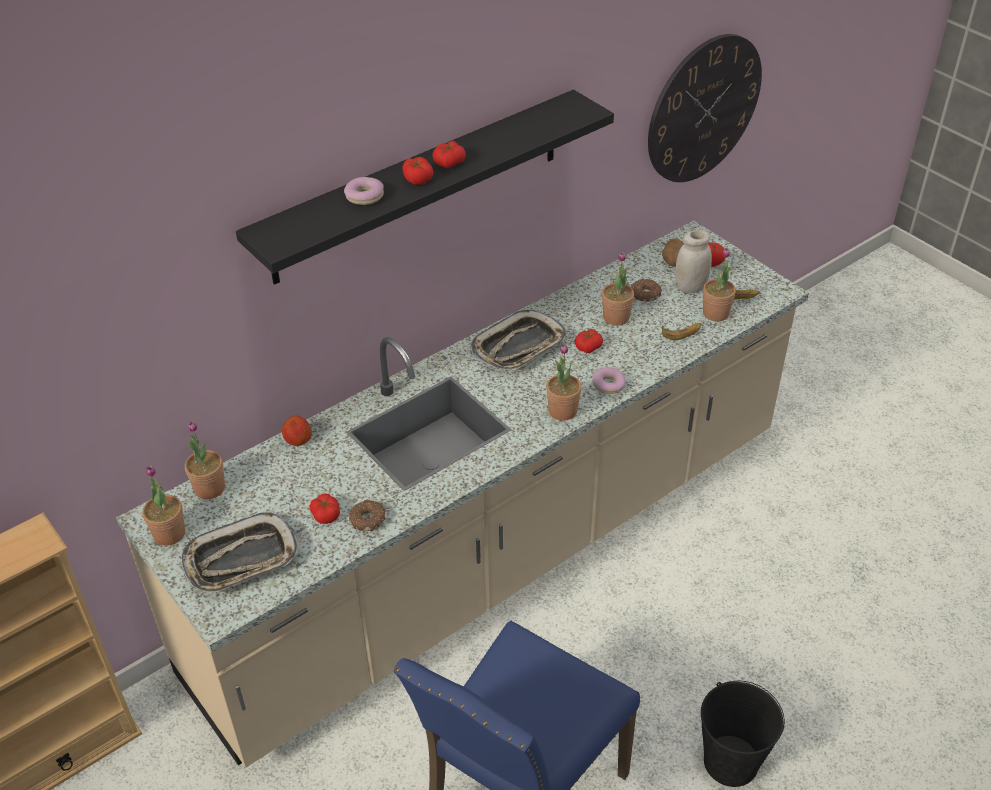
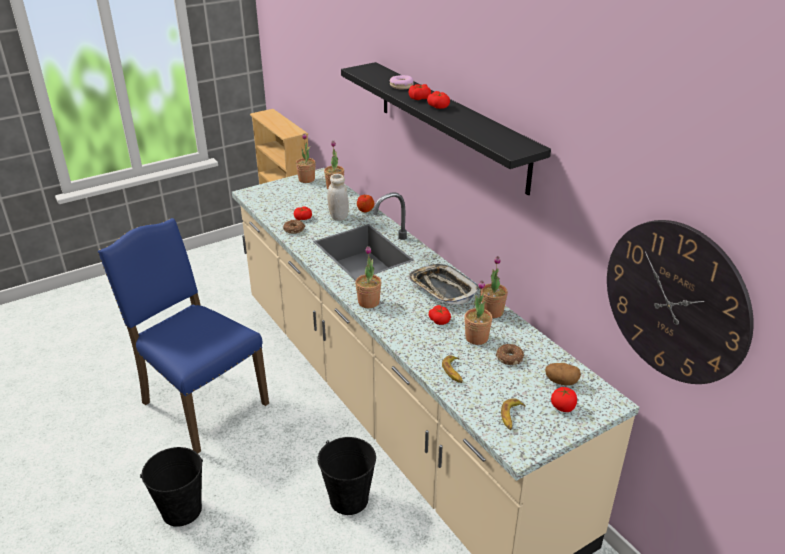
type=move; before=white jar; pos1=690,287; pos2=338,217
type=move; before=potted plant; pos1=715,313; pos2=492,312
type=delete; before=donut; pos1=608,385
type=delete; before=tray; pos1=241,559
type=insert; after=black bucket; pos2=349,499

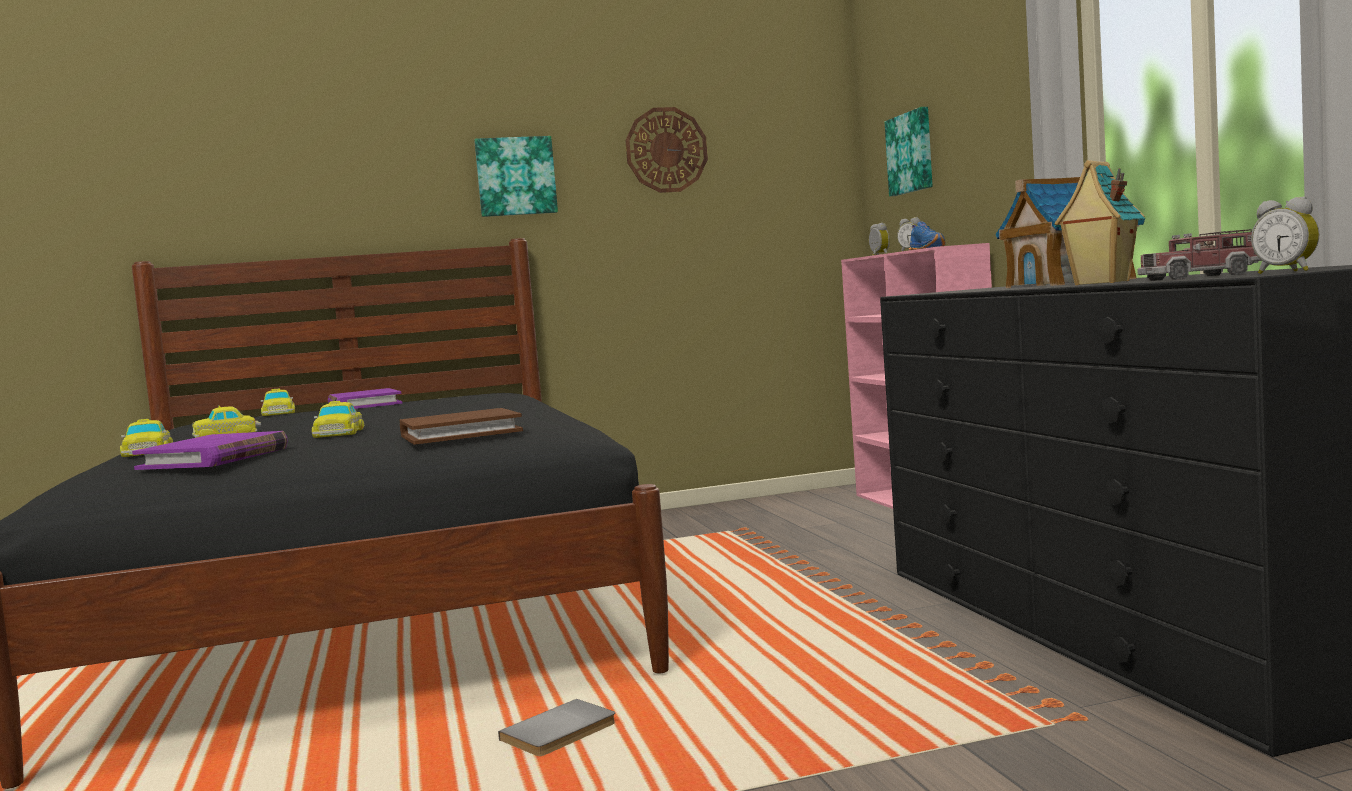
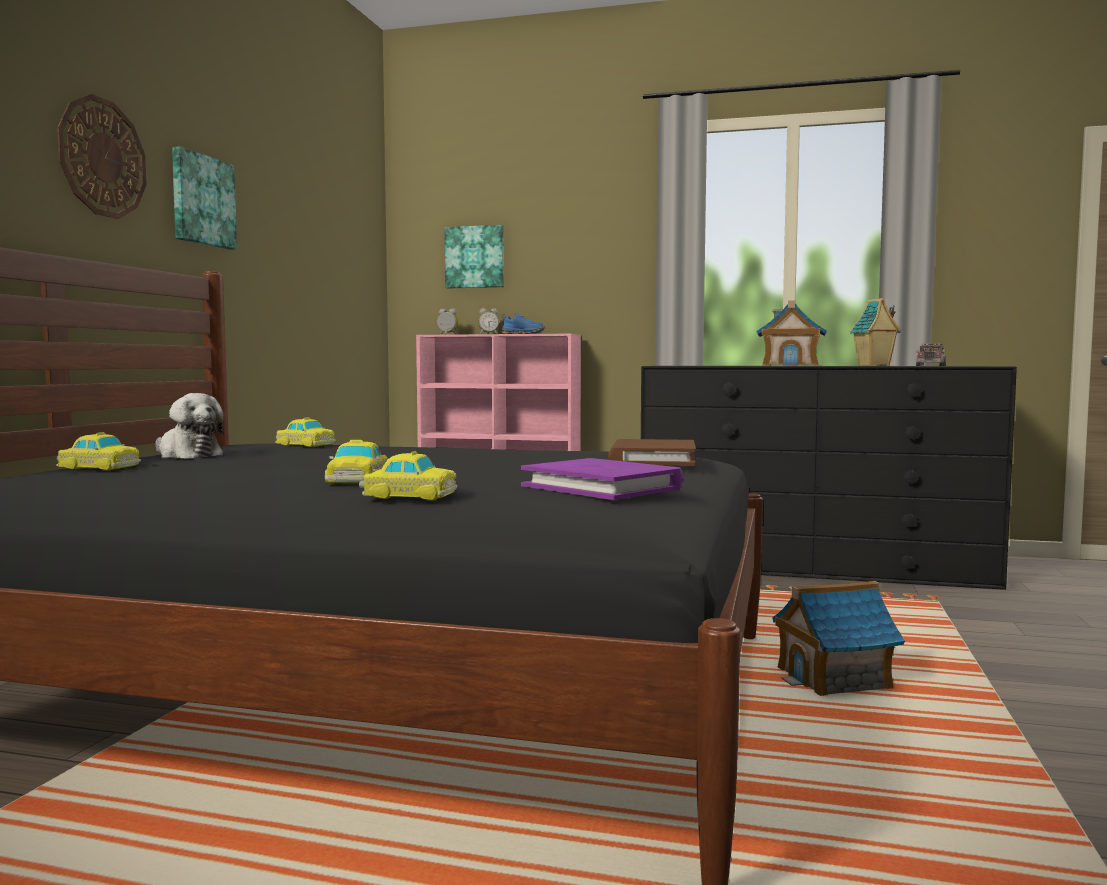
type=move; before=wall clock; pos1=666,150; pos2=102,157
type=delete; before=alarm clock; pos1=1287,272
type=replace; before=purple book; after=plush toy; pos1=364,405; pos2=187,455
type=move; before=toy car; pos1=339,433; pos2=304,444
type=replace; before=grey book; after=toy house; pos1=561,734; pos2=834,678

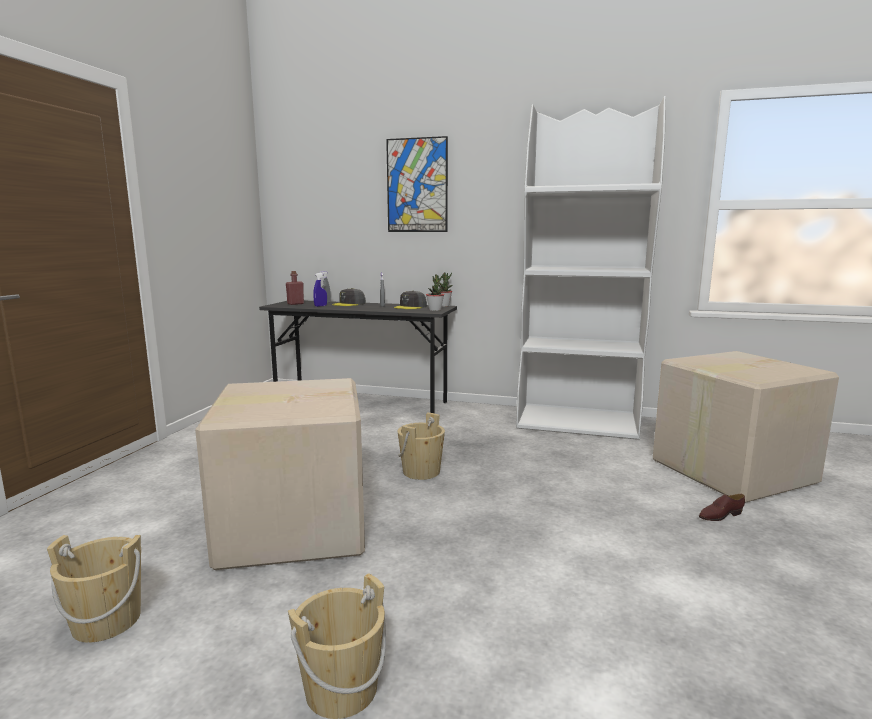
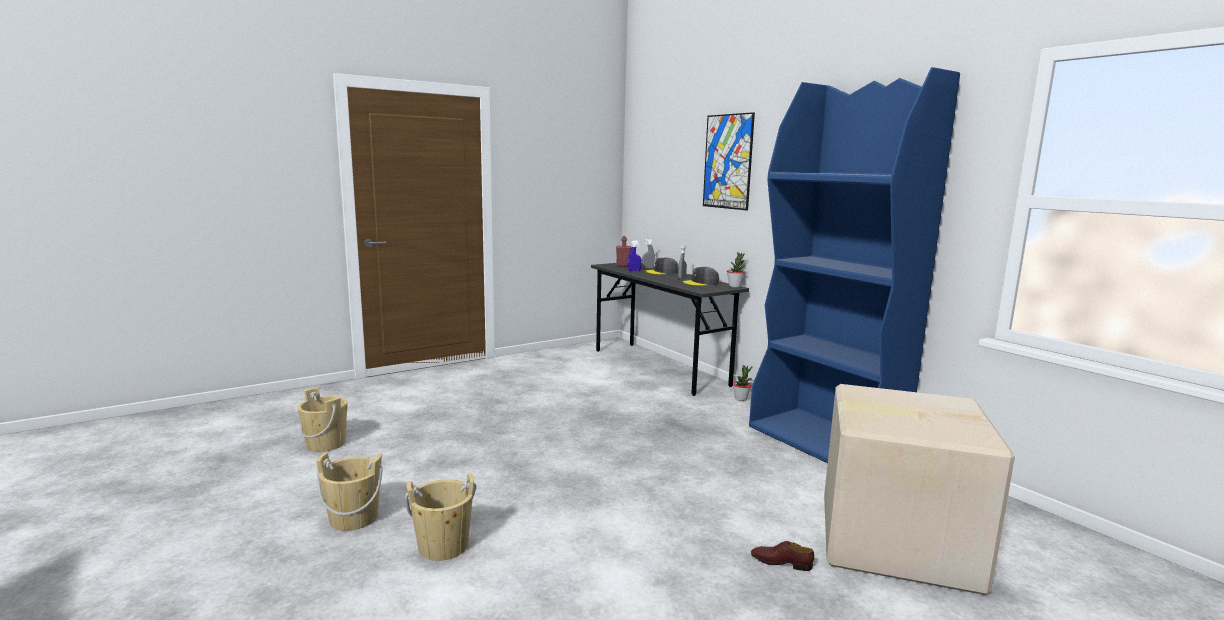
type=recolor; before=white bookcase; after=blue bookcase; pos1=578,422; pos2=826,441
type=move; before=potted plant; pos1=435,310; pos2=741,399
type=delete; before=cardboard box; pos1=292,525
type=move; before=beige bucket; pos1=421,471; pos2=443,546

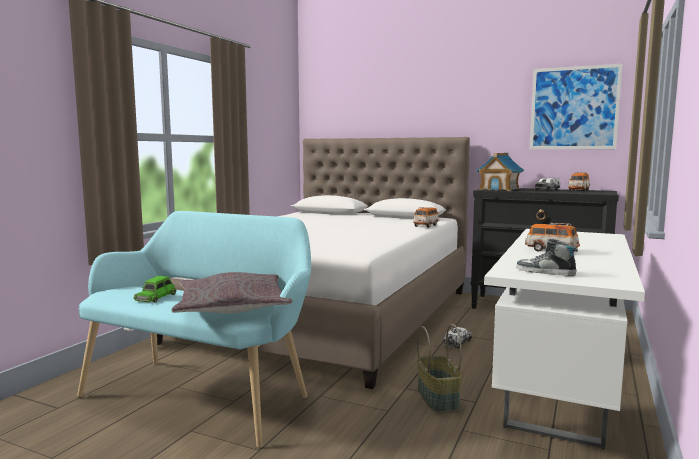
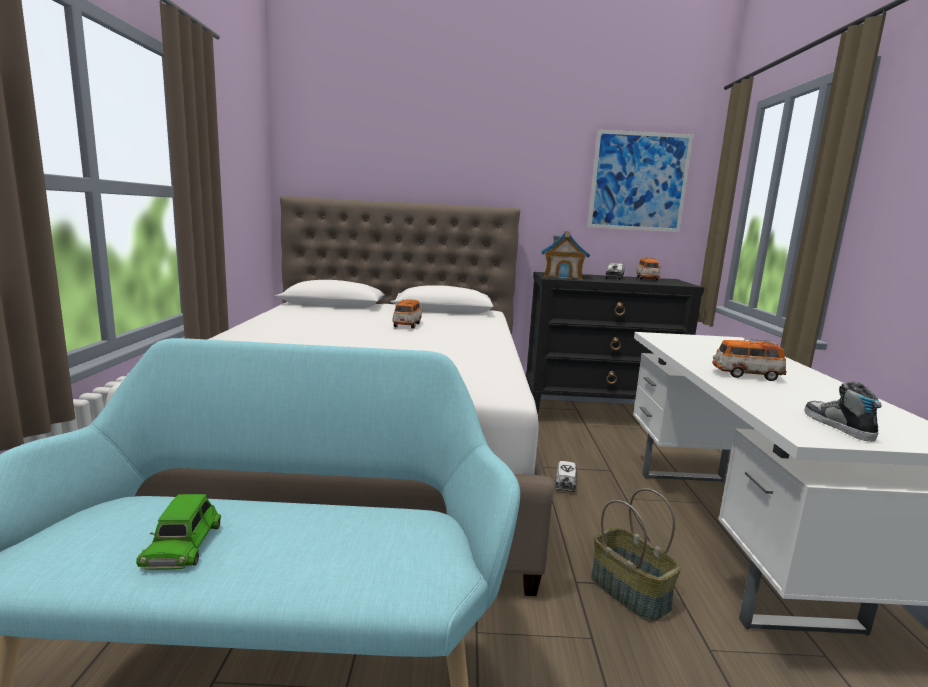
type=move; before=toy car; pos1=426,225; pos2=407,325
type=rotate; before=shoe; pos1=545,272; pos2=837,426; turn=75
type=delete; before=grey pillow; pos1=232,307

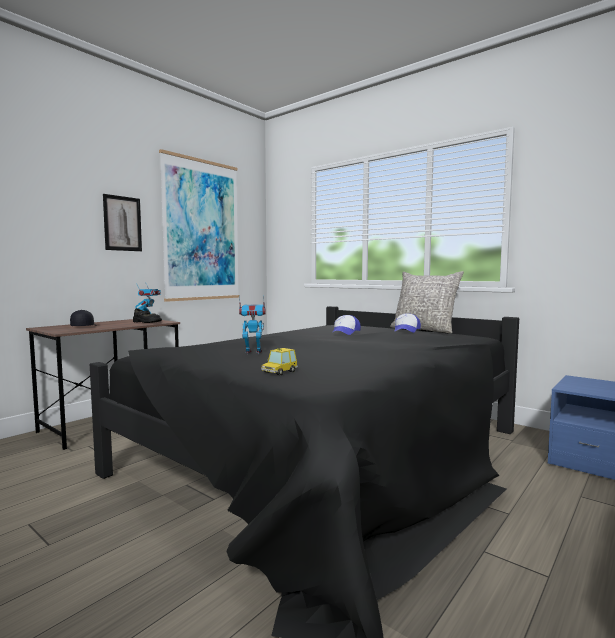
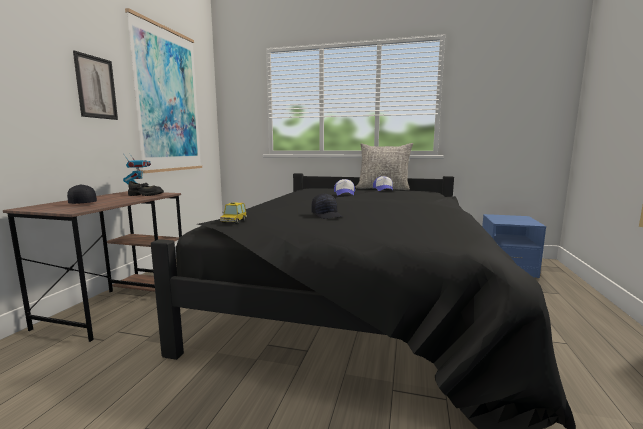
type=replace; before=toy robot; after=black cap; pos1=253,353; pos2=327,215
type=move; before=toy car; pos1=279,372; pos2=233,221

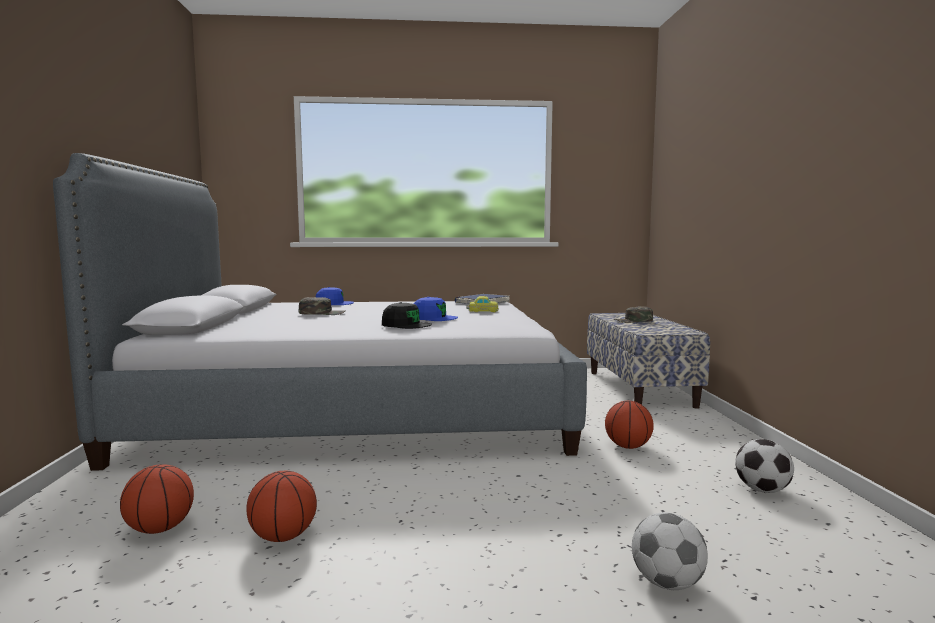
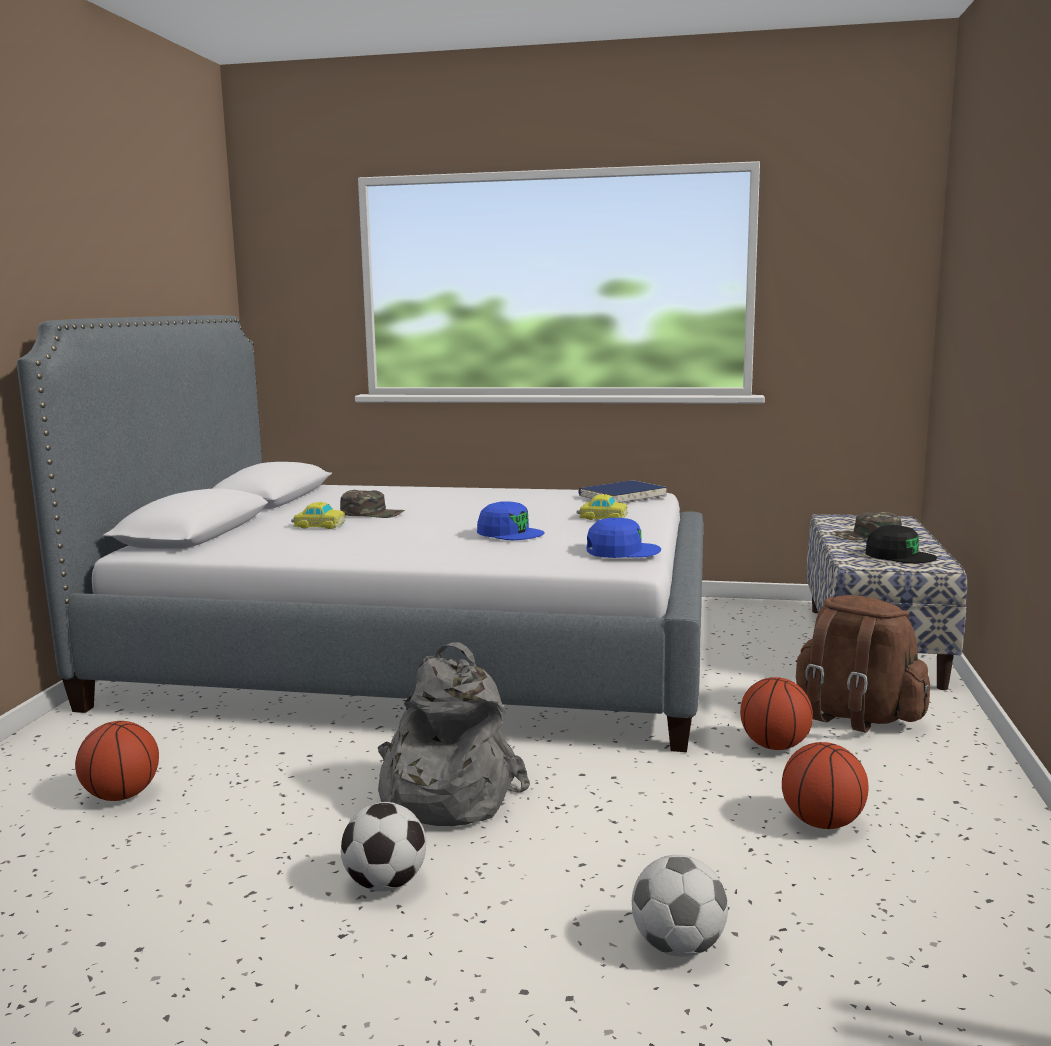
type=move; before=blue cap; pos1=333,303; pos2=621,550
type=move; before=black cap; pos1=406,325; pos2=899,555
type=move; before=football; pos1=762,490; pos2=385,884
type=move; before=basketball; pos1=283,537; pos2=822,823
type=insert; after=toy car; pos2=318,525
type=insert; after=brown backpack; pos2=856,717
type=insert; after=grey backpack; pos2=444,794

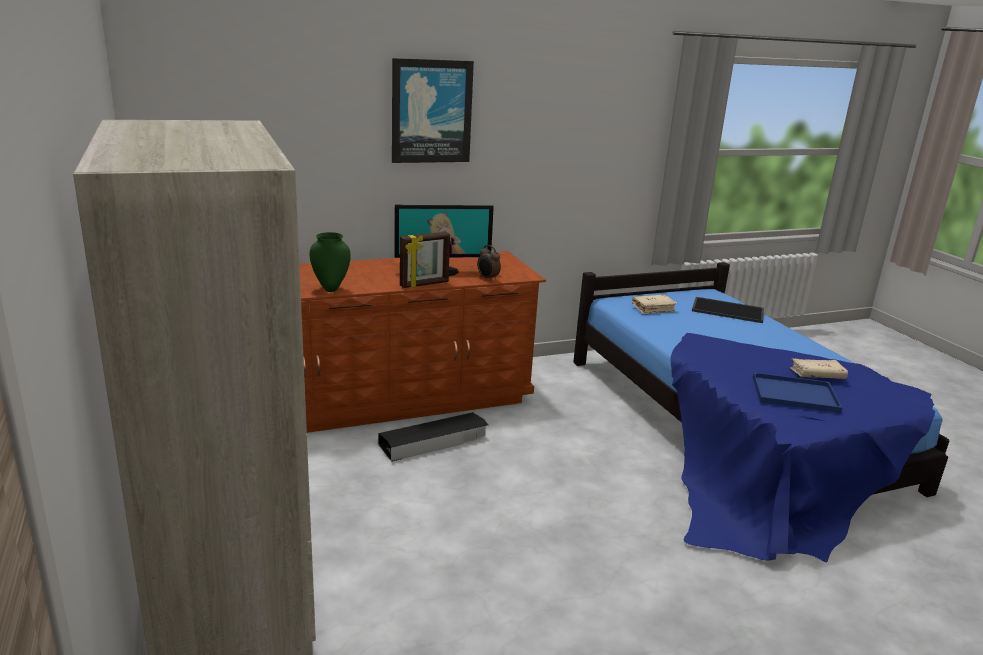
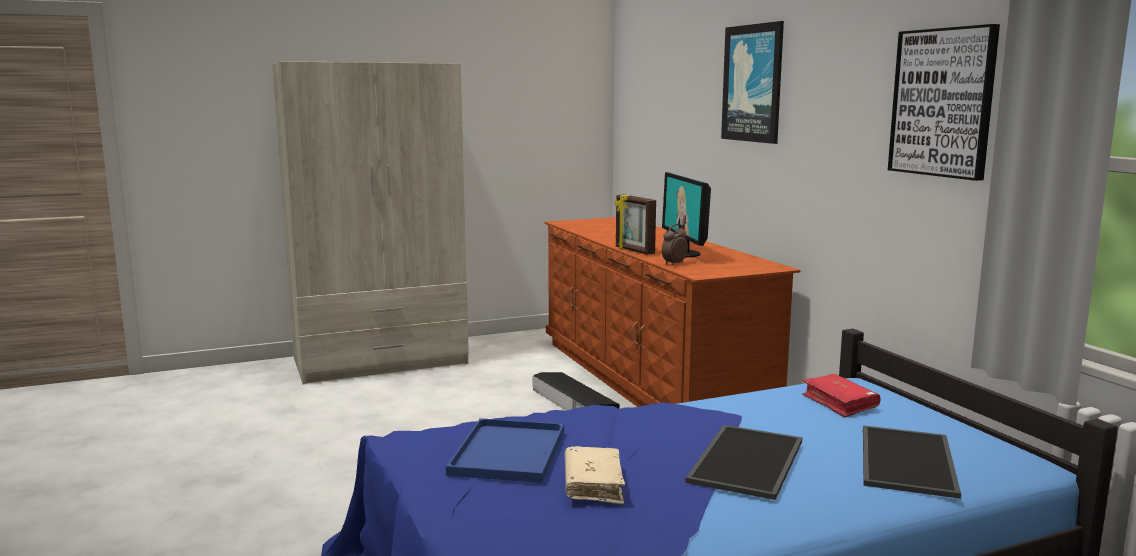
type=delete; before=green vase; pos1=330,289
type=recolor; before=beige book; after=red book; pos1=653,309; pos2=839,403
type=insert; after=picture; pos2=943,102
type=insert; after=tray; pos2=744,460

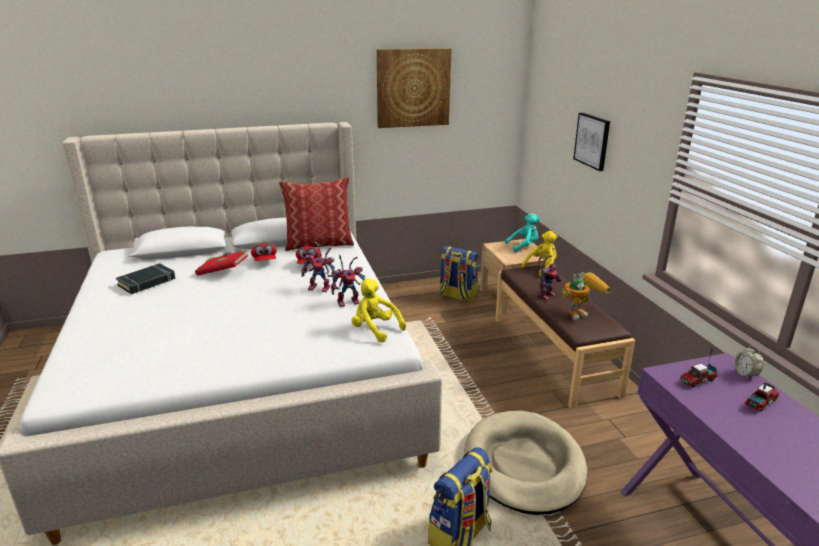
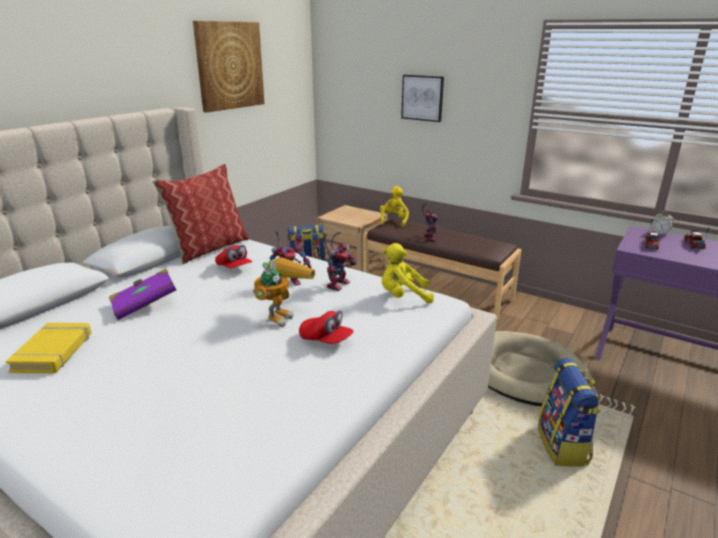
type=delete; before=turquoise plush toy; pos1=524,246
type=move; before=red cap; pos1=265,261; pos2=326,340
type=recolor; before=red book; after=purple book; pos1=223,271; pos2=145,305
type=recolor; before=black book; after=yellow book; pos1=147,282; pos2=54,352
type=move; before=toy robot; pos1=580,313; pos2=281,314

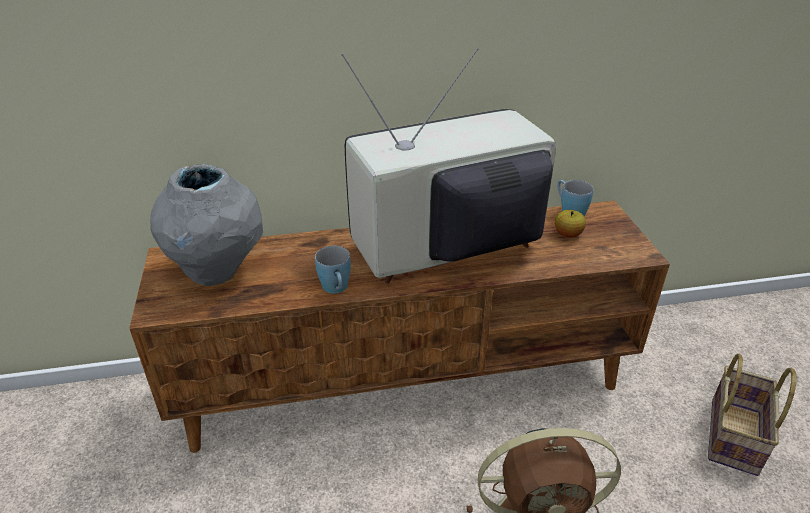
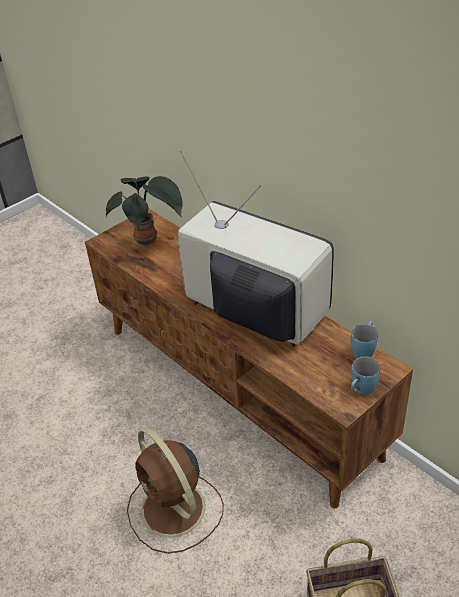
type=replace; before=grey vase; after=potted plant; pos1=217,271; pos2=149,240
type=delete; before=apple; pos1=568,234
type=move; before=blue mug; pos1=336,289; pos2=361,390

